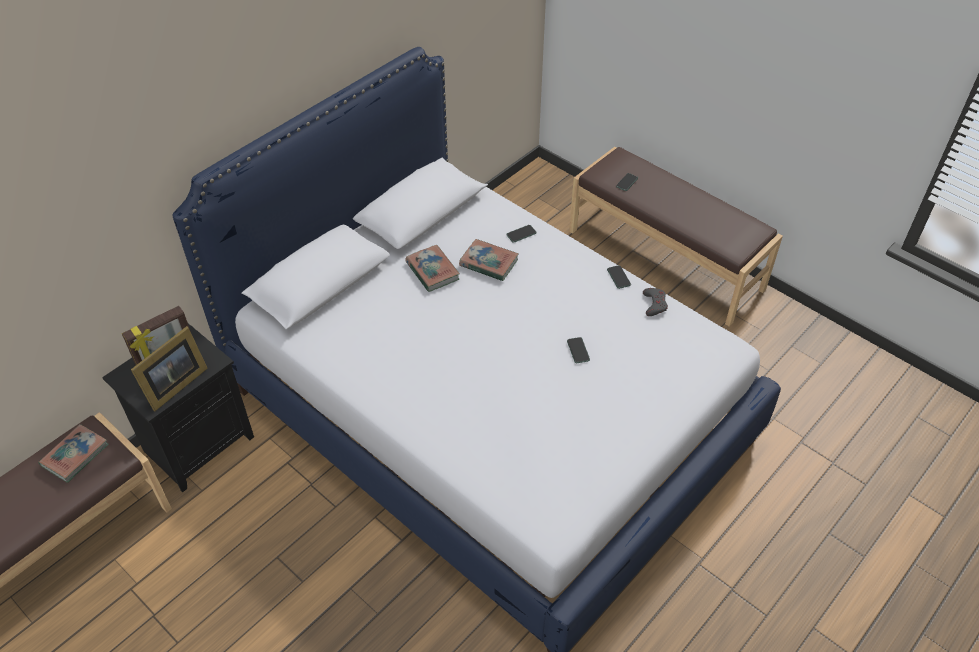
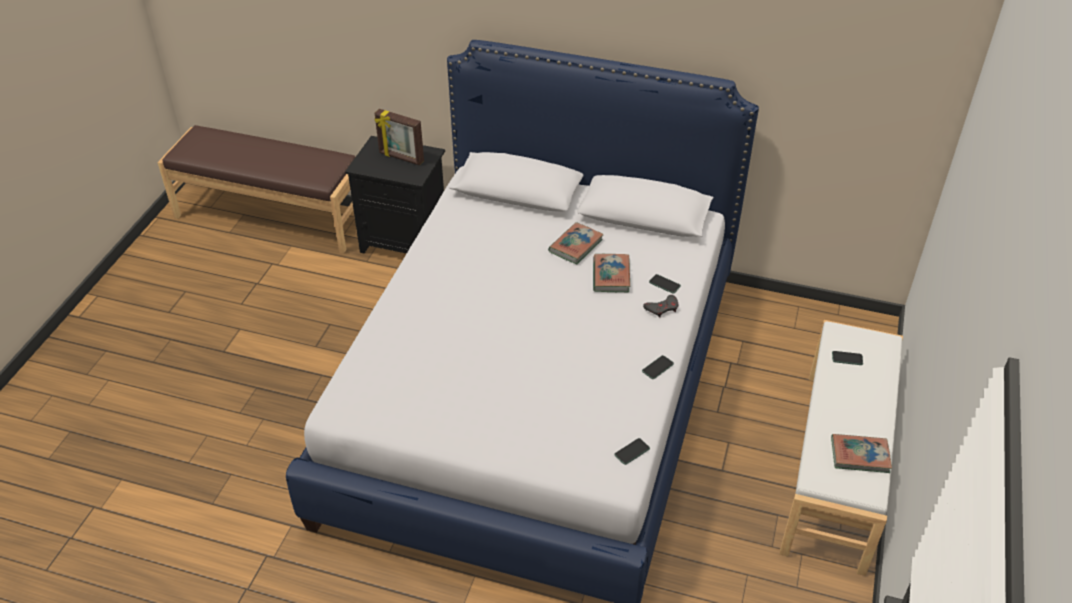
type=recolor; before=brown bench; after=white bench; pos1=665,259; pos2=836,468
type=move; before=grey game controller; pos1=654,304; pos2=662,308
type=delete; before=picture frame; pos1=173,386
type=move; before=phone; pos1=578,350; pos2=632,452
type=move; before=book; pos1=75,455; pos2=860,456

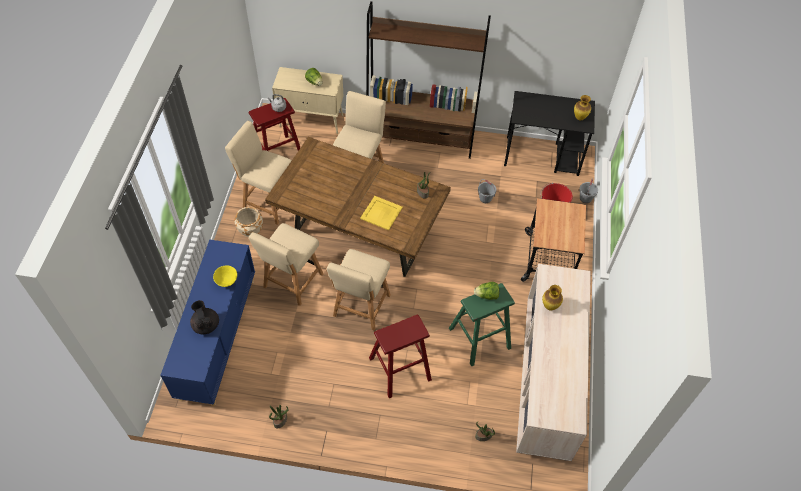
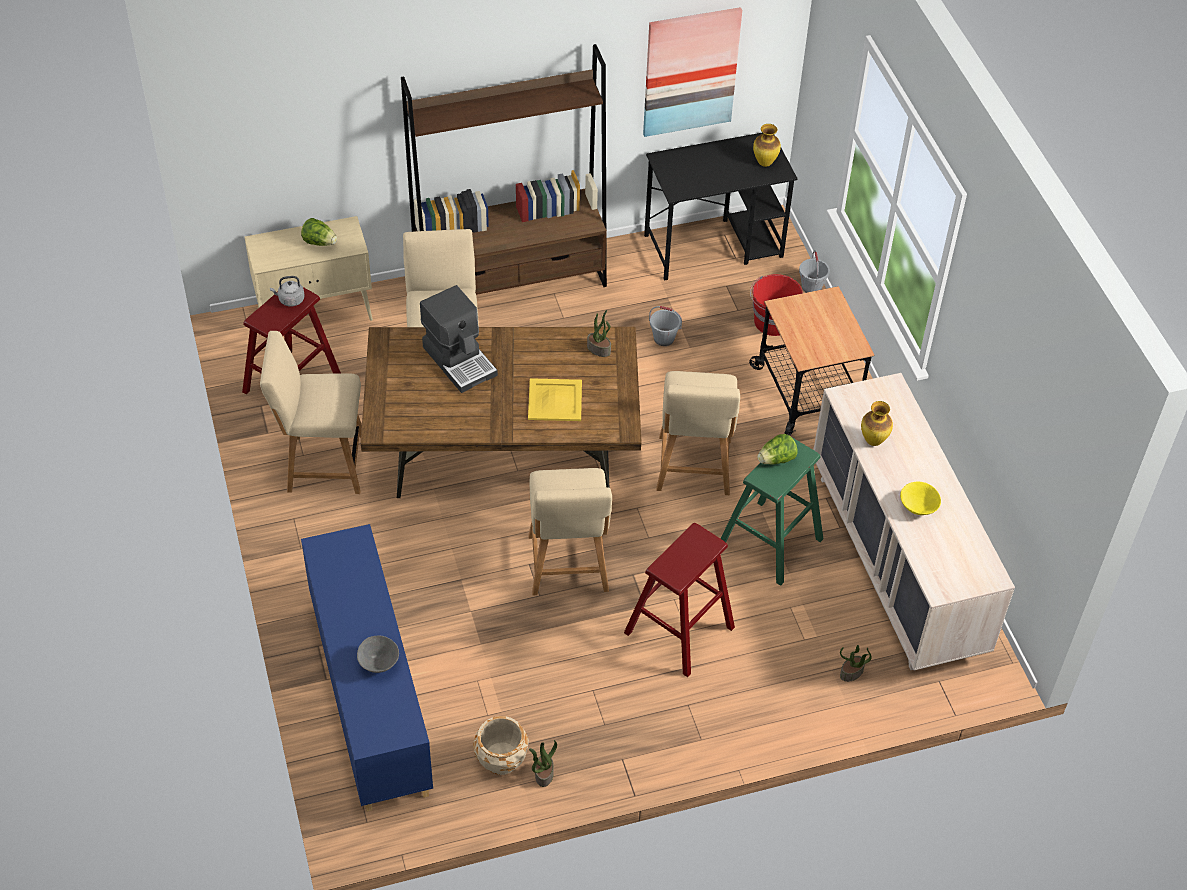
type=move; before=beige planter; pos1=250,230; pos2=501,759
type=move; before=beige chair; pos1=291,283; pos2=693,469
type=move; before=yellow bowl; pos1=226,281; pos2=918,508
type=replace; before=black teapot; after=grey bowl; pos1=206,325; pos2=379,662
type=insert; after=picture; pos2=690,71
type=insert; after=coffee machine; pos2=460,360

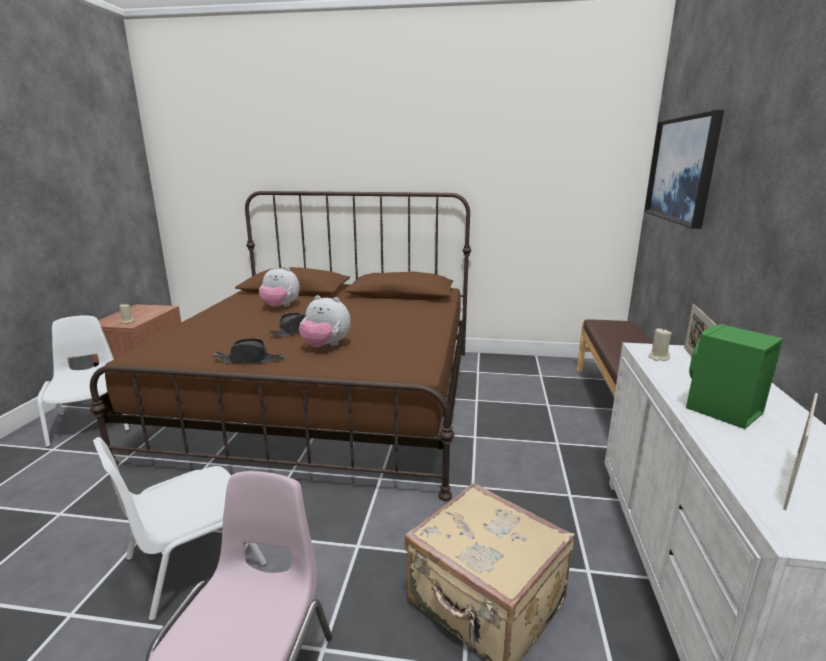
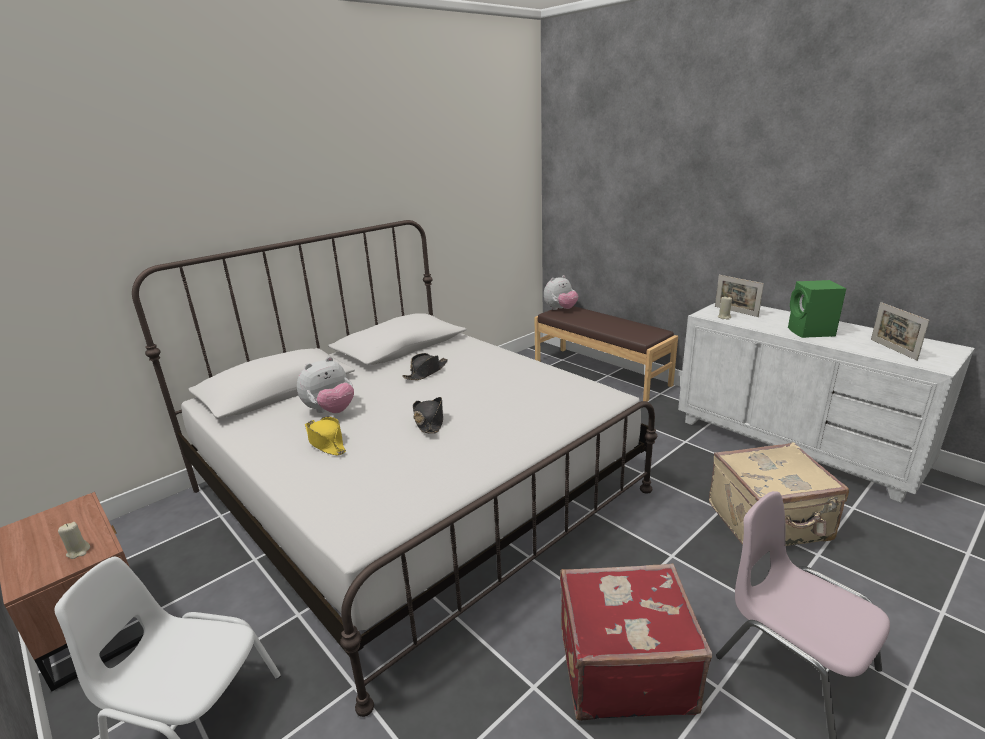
type=delete; before=picture; pos1=682,169
type=recolor; before=brown bed; after=white bed; pos1=326,398; pos2=414,491
type=move; before=plush toy; pos1=325,346; pos2=560,309
type=move; before=black hat; pos1=249,360; pos2=426,372
type=replace; before=white chair; after=red suitcase; pos1=193,561; pos2=623,666
type=insert; after=yellow hat; pos2=326,442

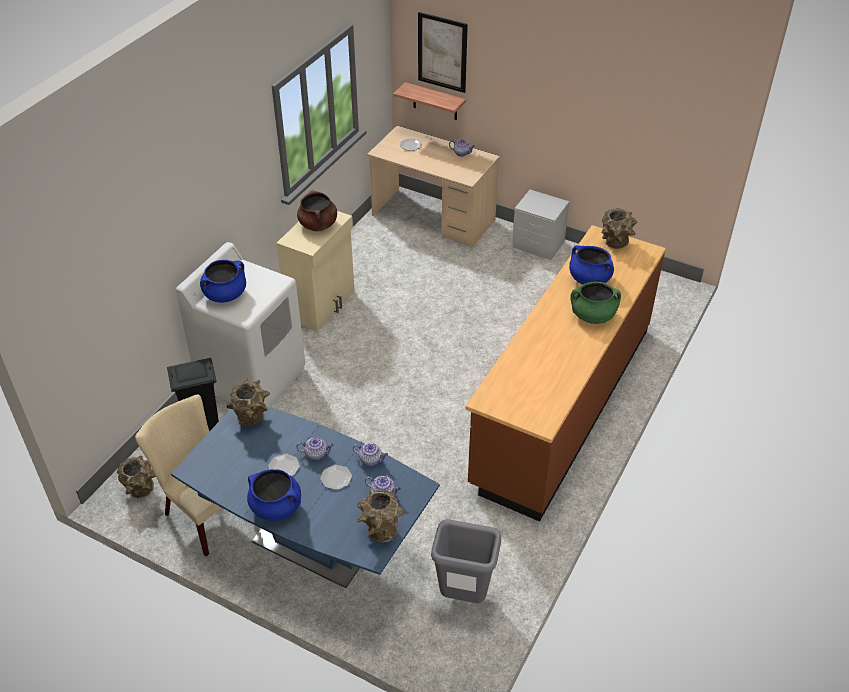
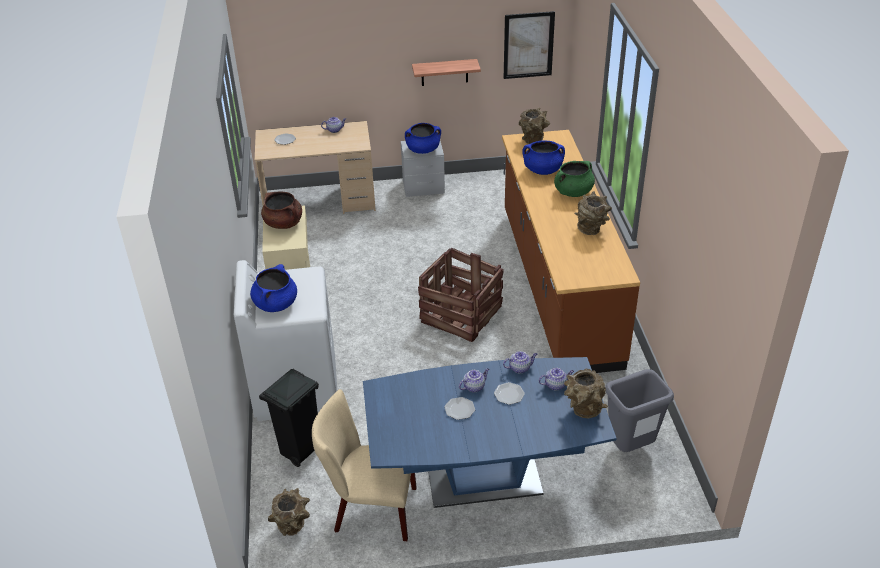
type=move; before=picture; pos1=442,52; pos2=528,45
type=move; before=shelf; pos1=435,102; pos2=444,72
type=move; before=brown vase; pos1=252,418; pos2=591,229
type=move; before=blue cooking pot; pos1=276,507; pos2=423,150
type=insert; after=crate; pos2=460,315

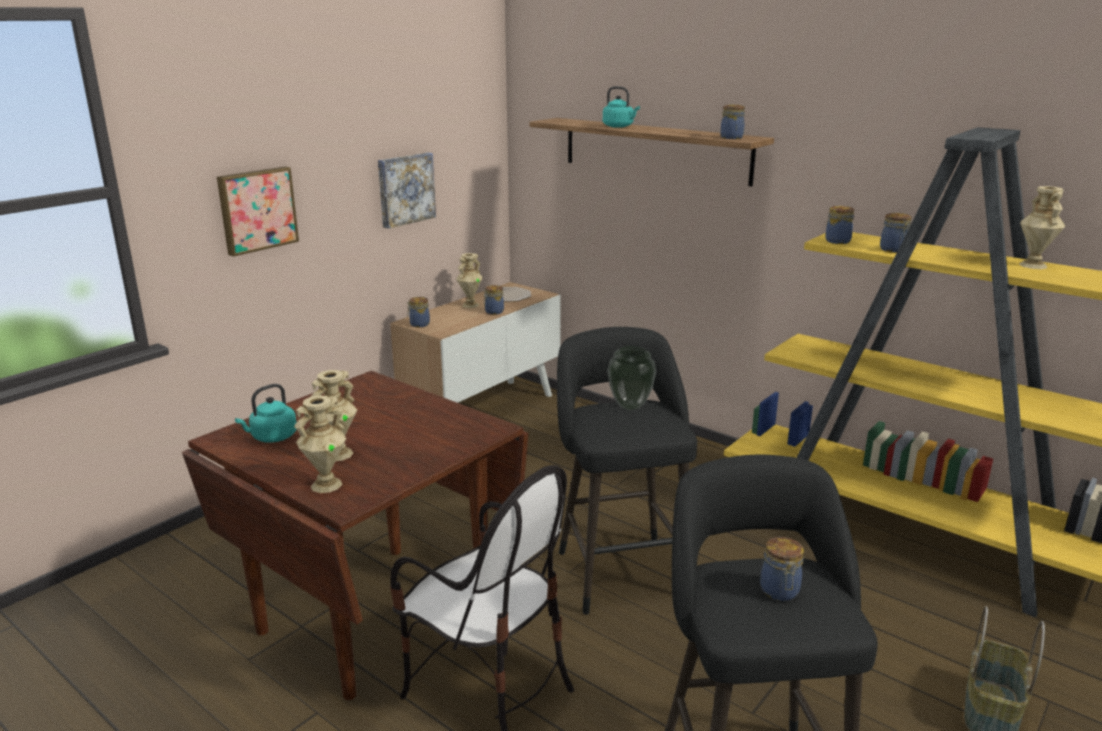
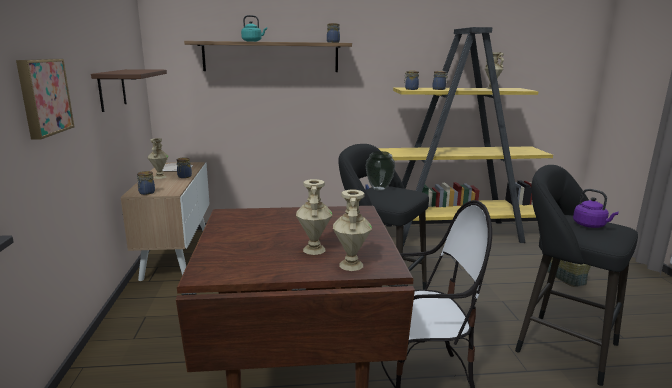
type=replace; before=picture; after=brown shelf; pos1=405,189; pos2=112,89
type=delete; before=turquoise kettle; pos1=272,437
type=replace; before=jar; after=purple kettle; pos1=780,592; pos2=590,225

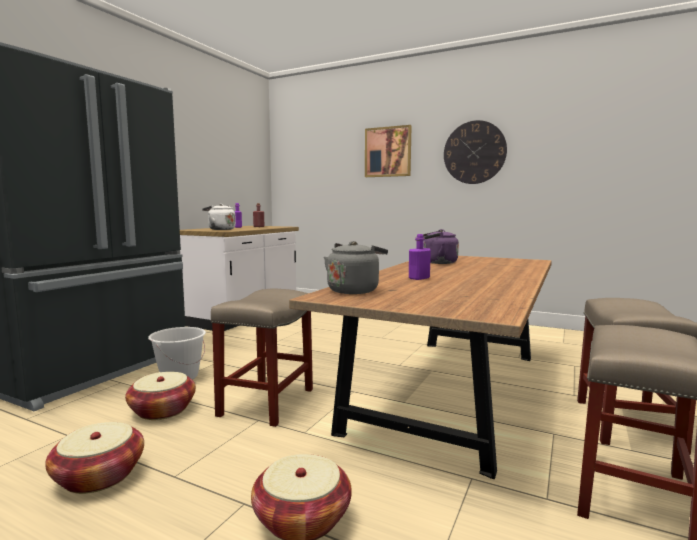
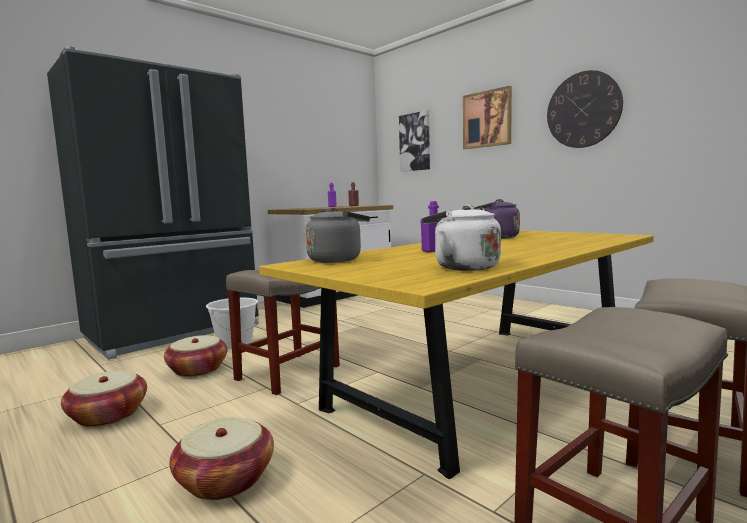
type=move; before=white kettle; pos1=220,229; pos2=462,267
type=recolor; before=brown dining table; after=yellow dining table; pos1=451,389; pos2=486,380
type=insert; after=picture; pos2=415,142

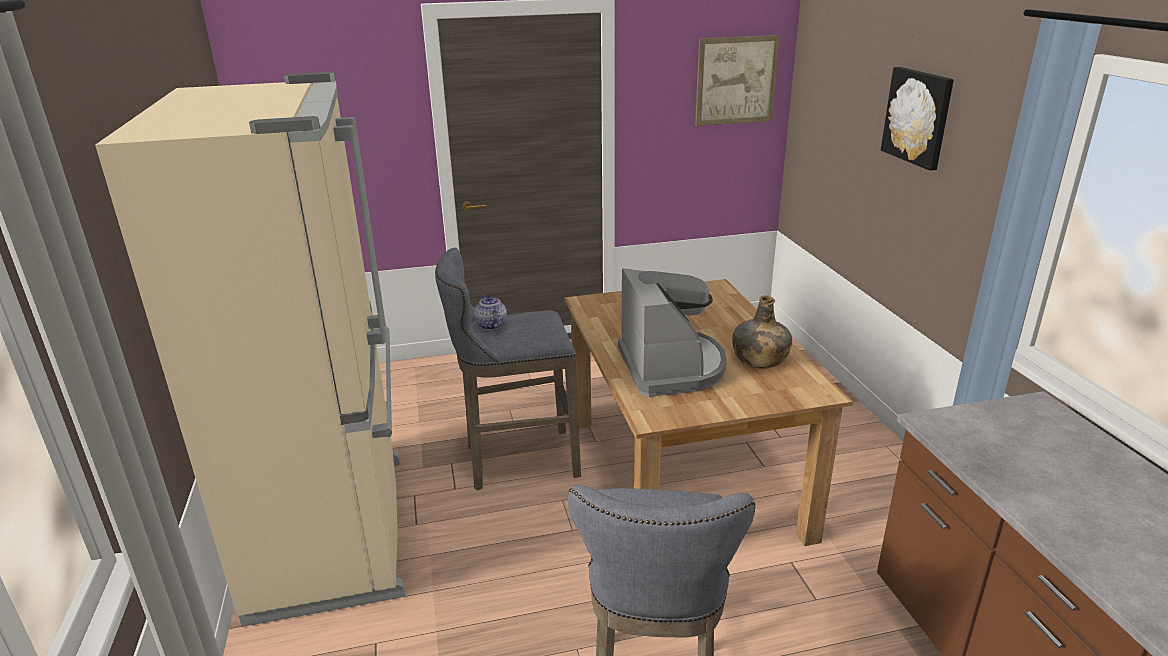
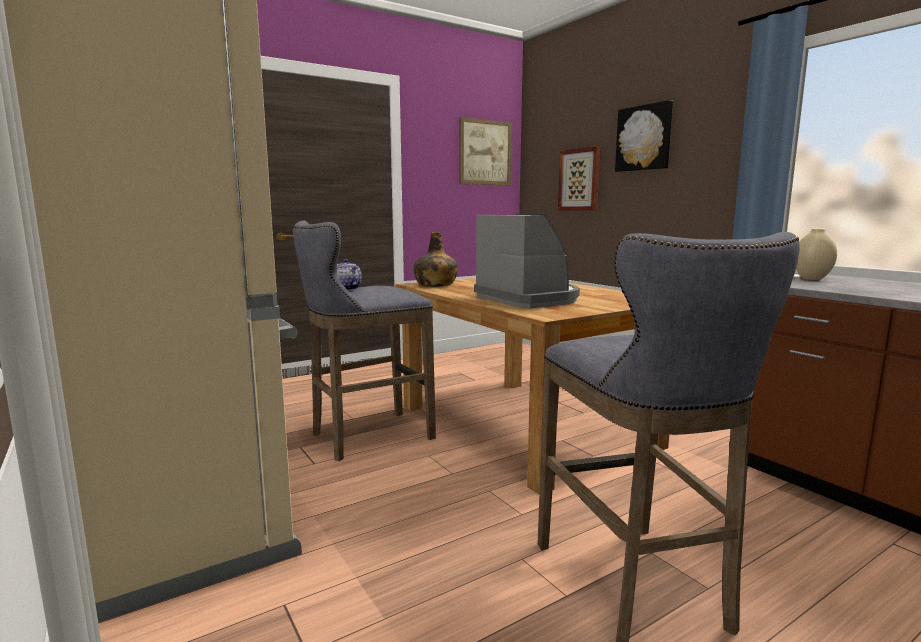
type=move; before=green bottle; pos1=759,359; pos2=435,285
type=insert; after=picture; pos2=579,180
type=insert; after=beige vase; pos2=811,279

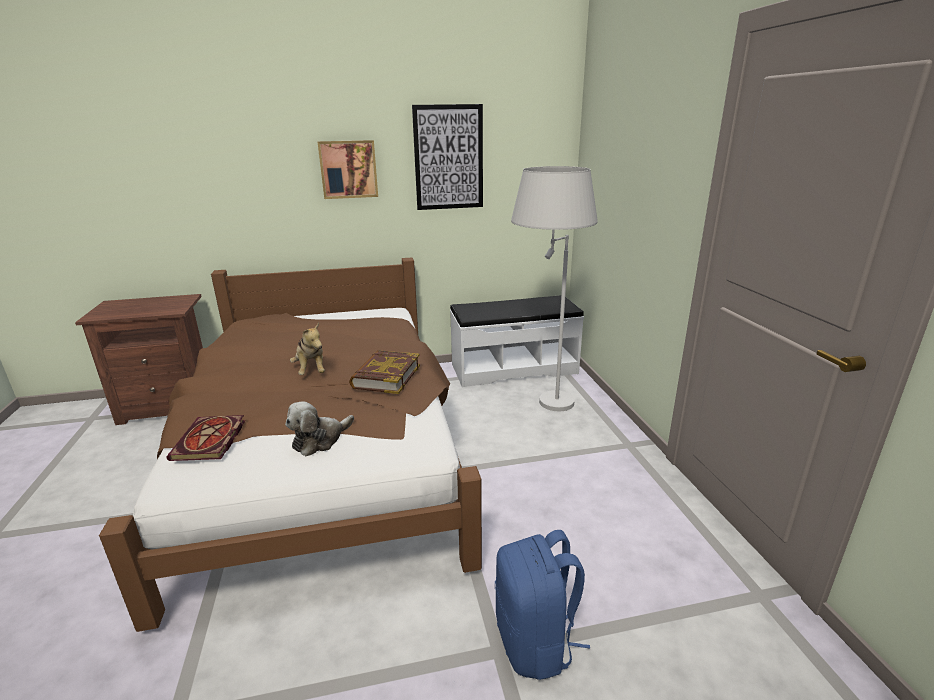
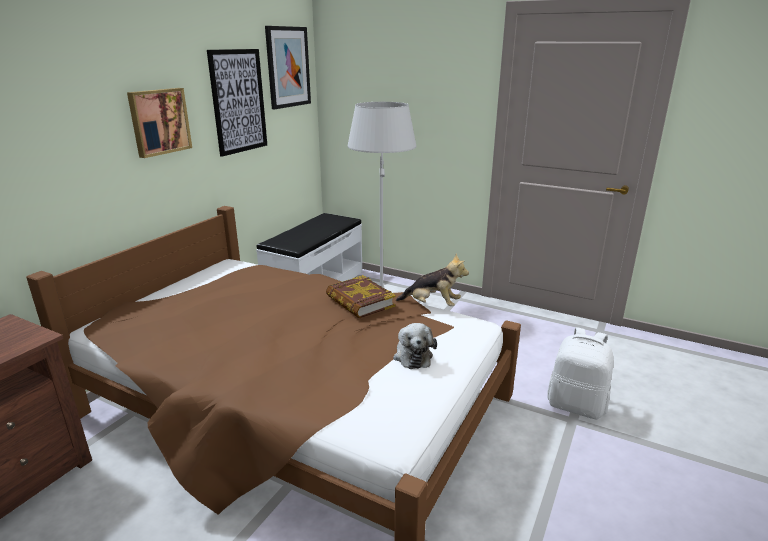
type=move; before=plush toy; pos1=311,370; pos2=432,304
type=delete; before=book; pos1=210,441
type=recolor; before=blue backpack; after=white backpack; pos1=535,642; pos2=576,405
type=insert; after=picture; pos2=288,67

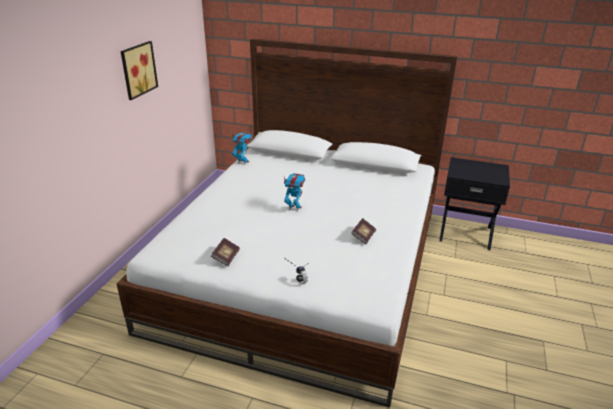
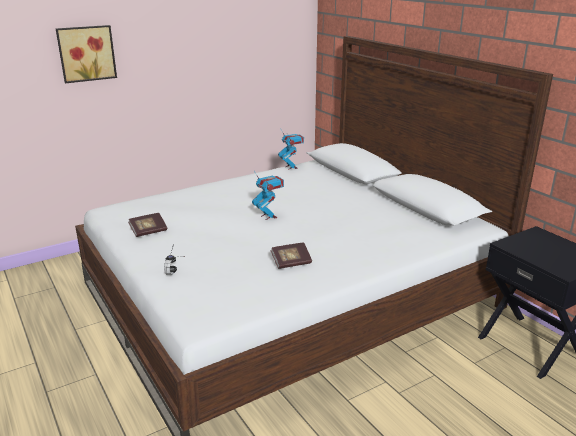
type=move; before=picture; pos1=137,69; pos2=86,53

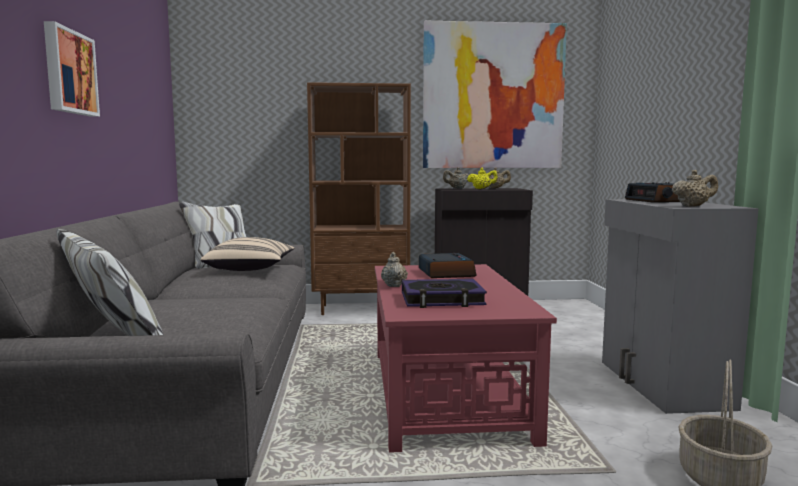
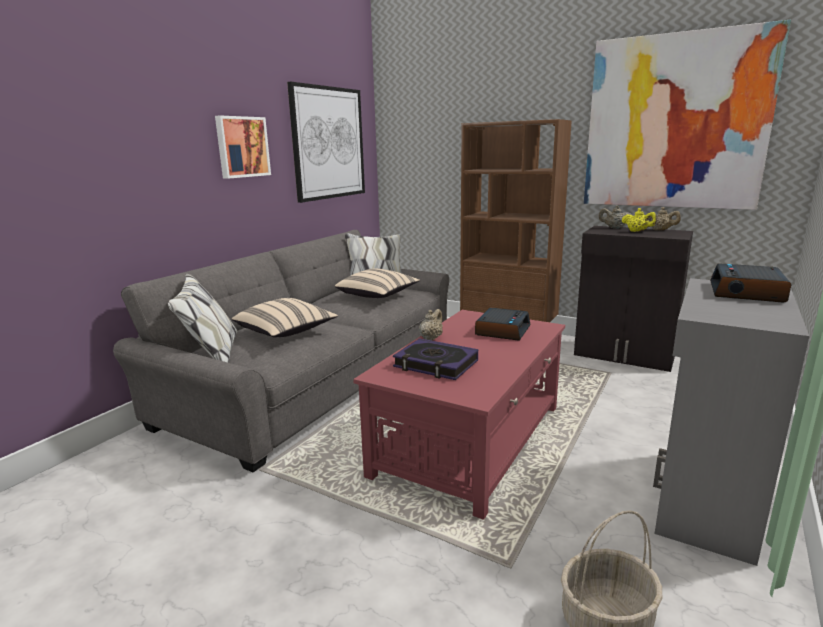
type=delete; before=beige teapot; pos1=693,206
type=insert; after=picture; pos2=328,143
type=insert; after=beige pillow; pos2=286,332

